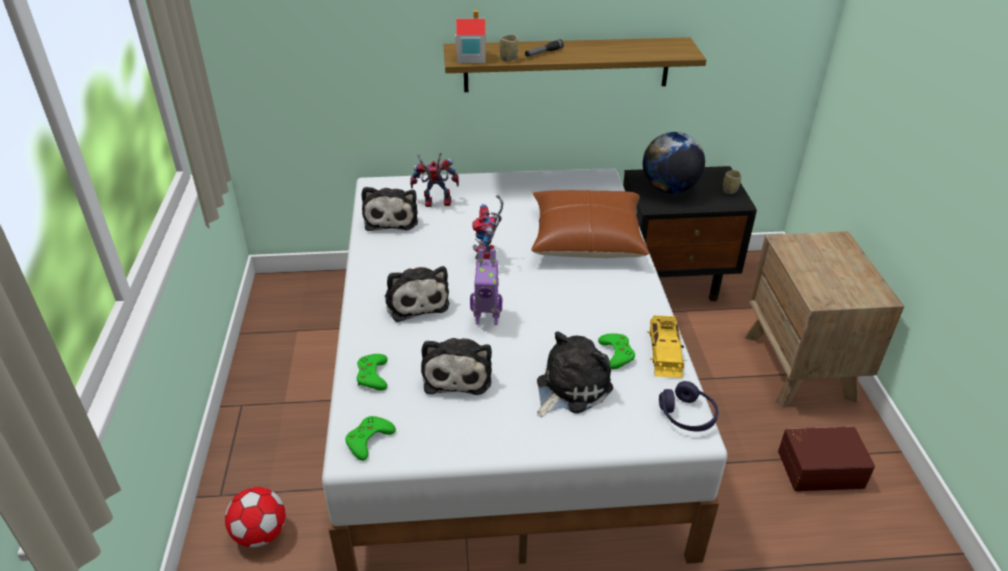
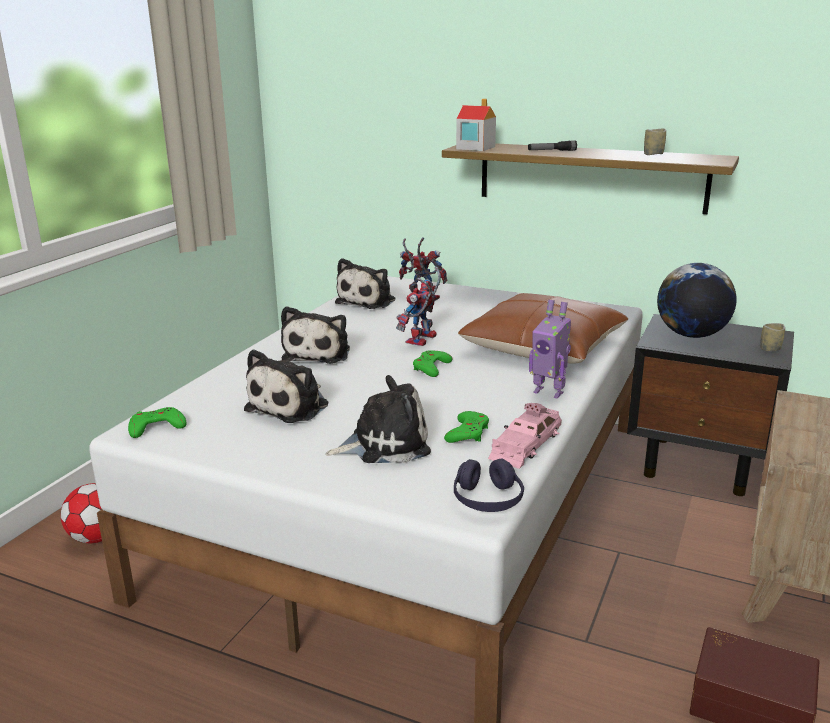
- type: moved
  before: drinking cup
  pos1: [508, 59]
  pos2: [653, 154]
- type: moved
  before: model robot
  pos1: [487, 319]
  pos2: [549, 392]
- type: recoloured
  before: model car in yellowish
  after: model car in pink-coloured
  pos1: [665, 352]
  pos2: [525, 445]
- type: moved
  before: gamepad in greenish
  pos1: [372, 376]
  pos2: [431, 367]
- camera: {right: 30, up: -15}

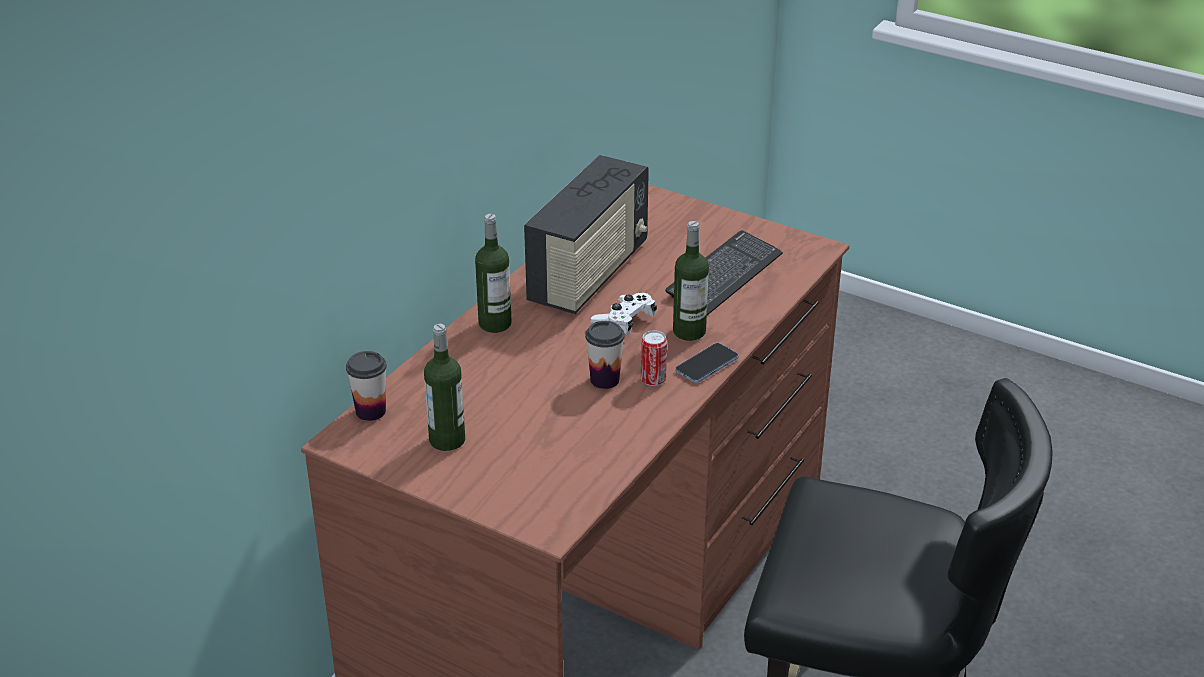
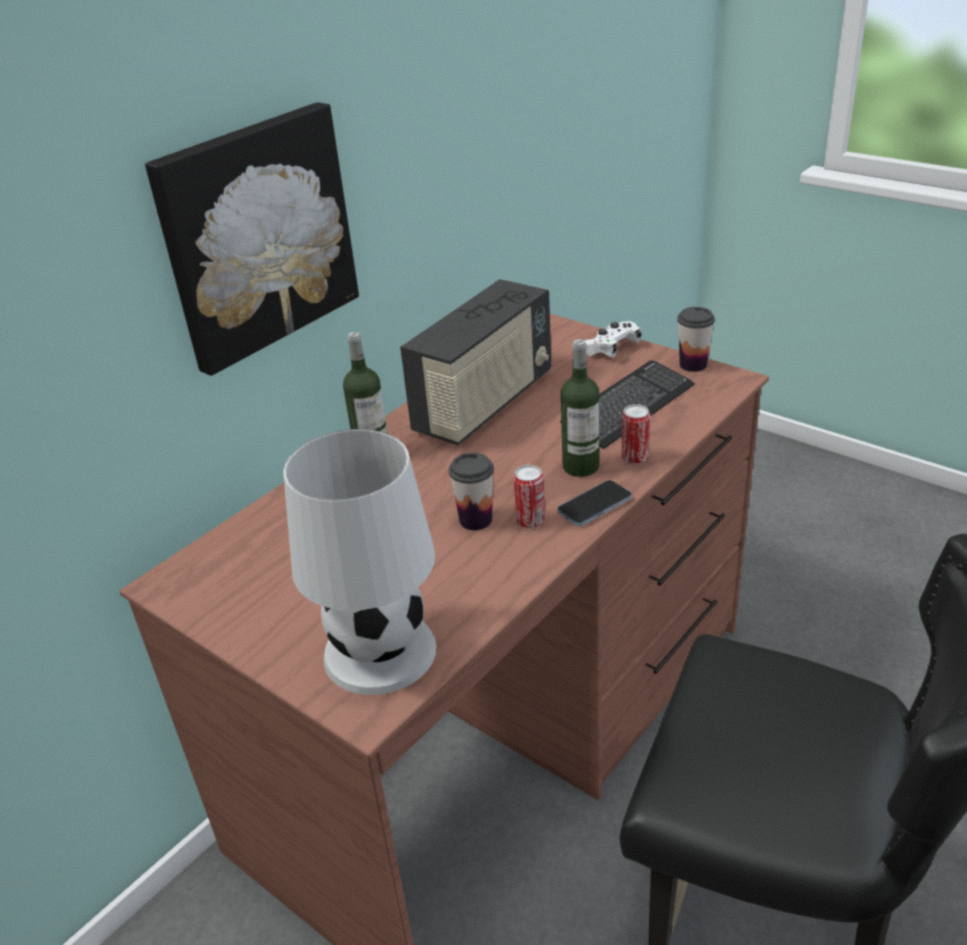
- type: moved
  before: gamepad in white-coloured
  pos1: [624, 322]
  pos2: [610, 349]
- type: removed
  before: drink bottle
  pos1: [447, 440]
- type: moved
  before: drinking cup
  pos1: [370, 411]
  pos2: [693, 365]
- type: added
  after: picture
  pos2: [256, 235]
- type: added
  after: sealed can
  pos2: [635, 458]
- type: added
  after: lamp for a table in white-coloured
  pos2: [381, 652]
- camera: {right: 10, up: 0}

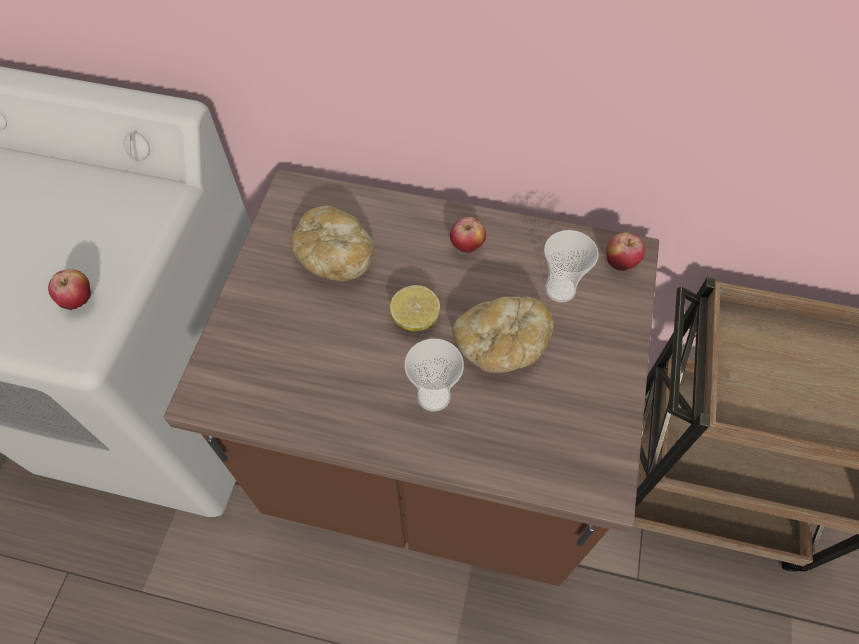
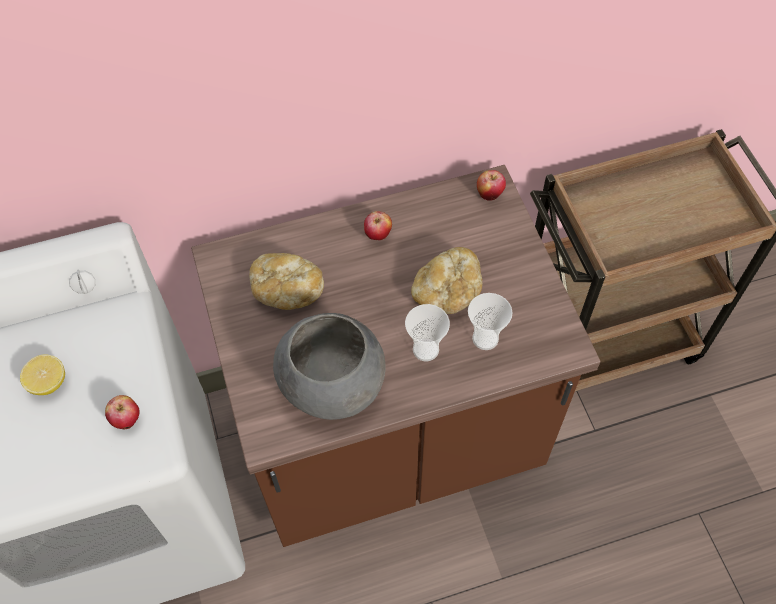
- type: moved
  before: drinking cup
  pos1: [560, 289]
  pos2: [485, 338]
- type: moved
  before: lemon
  pos1: [415, 318]
  pos2: [48, 382]
- type: added
  after: deep dish in grey
  pos2: [332, 387]
- camera: {right: -30, up: 0}

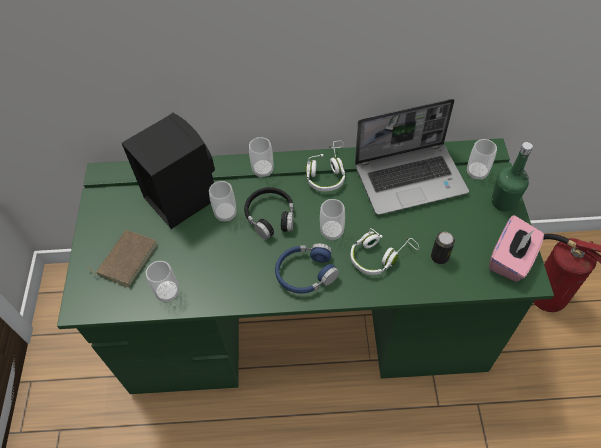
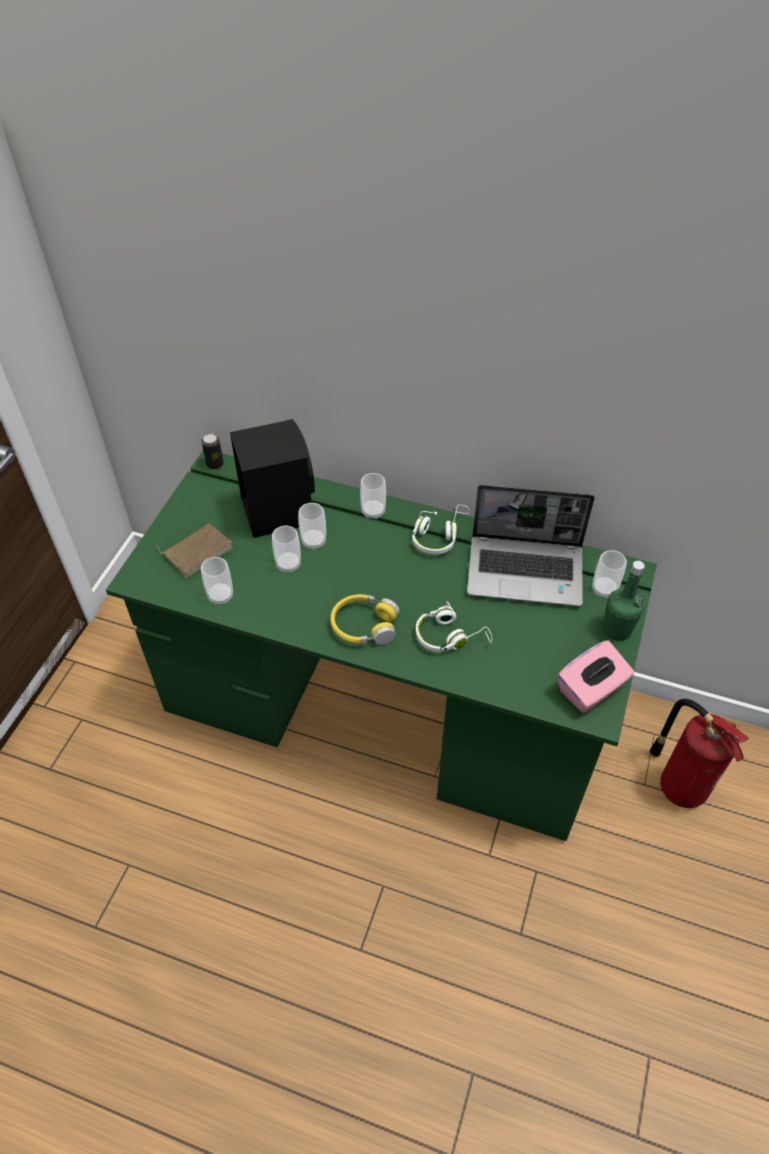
- type: removed
  before: headphones in blackish
  pos1: [270, 217]
- type: moved
  before: drinking cup
  pos1: [332, 232]
  pos2: [288, 564]
- type: moved
  before: sealed can
  pos1: [439, 257]
  pos2: [215, 464]
- type: recoloured
  before: headphones in blue
  after: headphones in yellowish
  pos1: [305, 273]
  pos2: [364, 626]
- camera: {right: 20, up: -5}

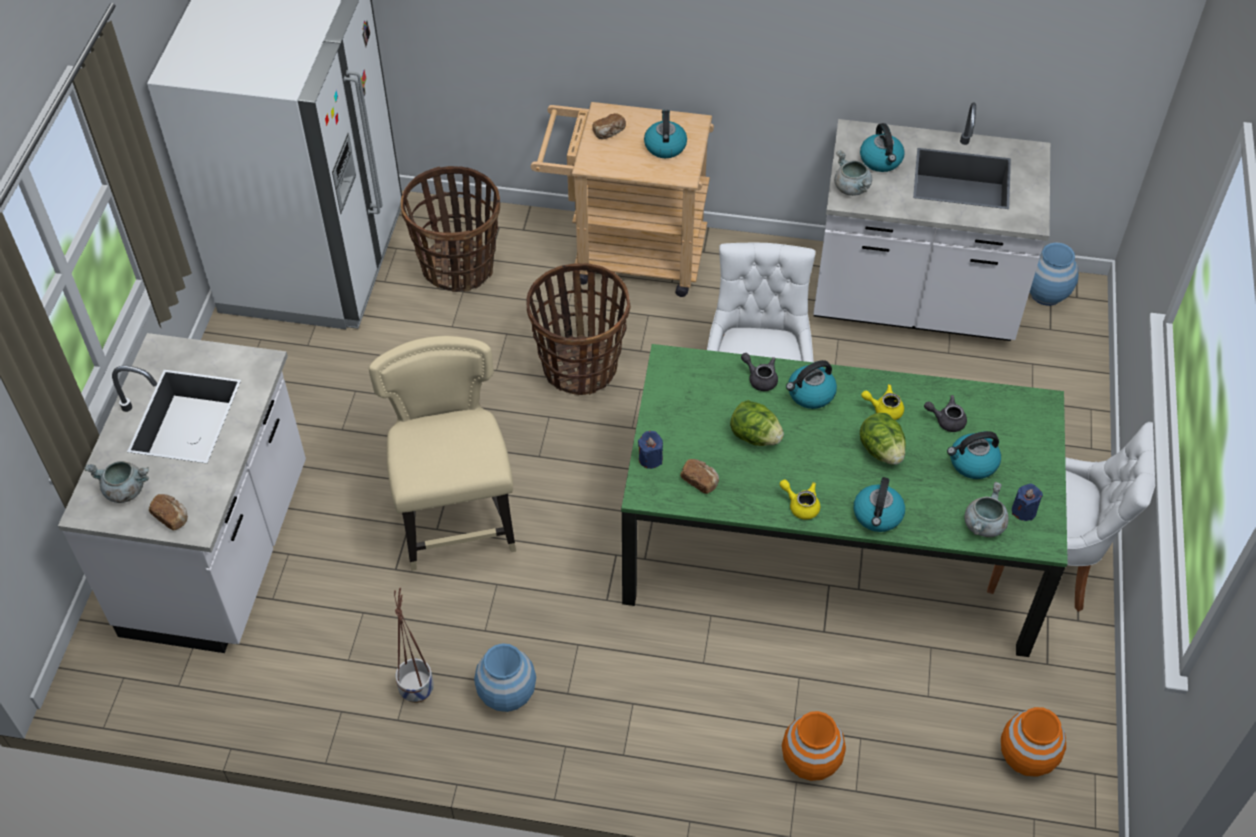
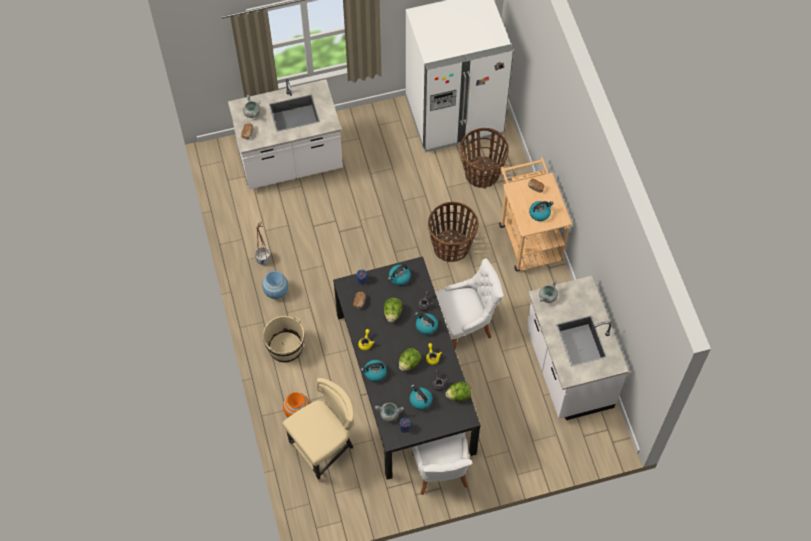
- type: moved
  before: kettle
  pos1: [881, 160]
  pos2: [399, 277]
- type: removed
  before: vase in blue
  pos1: [1046, 293]
- type: moved
  before: upright chair in sand-coloured
  pos1: [456, 518]
  pos2: [324, 448]
- type: recoloured
  before: dinner table in greenish
  after: dinner table in blackish
  pos1: [828, 547]
  pos2: [404, 382]
- type: removed
  before: vase in orange
  pos1: [1026, 757]
- type: added
  after: water bucket in sand-coloured
  pos2: [285, 347]
- type: added
  after: lettuce
  pos2: [458, 395]
- camera: {right: 65, up: 10}

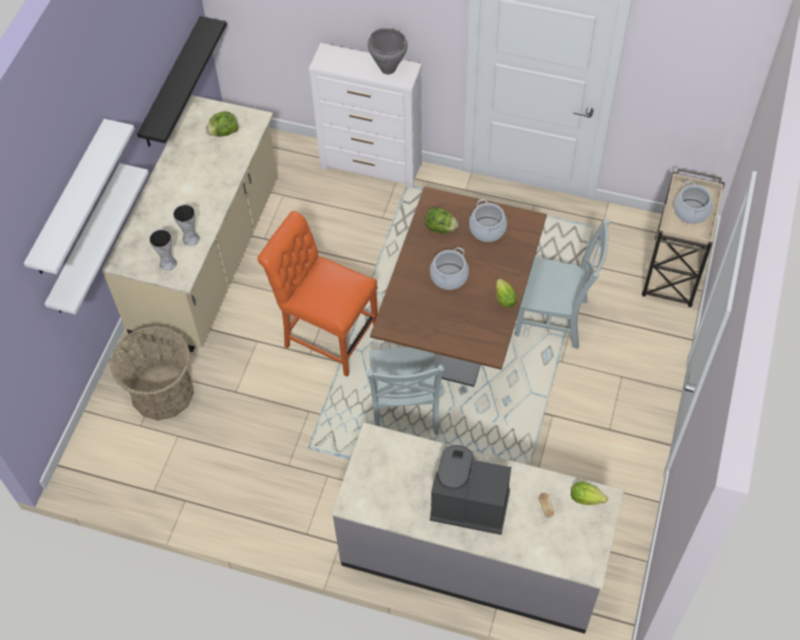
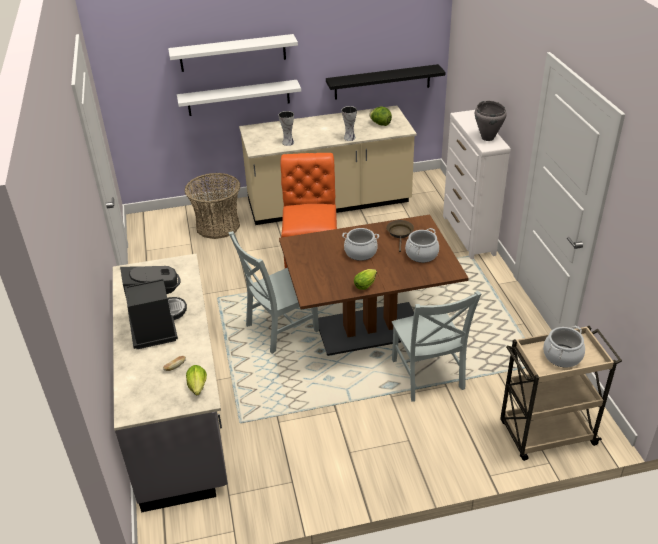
- type: replaced
  before: lettuce
  after: frying pan in brown
  pos1: [440, 228]
  pos2: [400, 234]
- type: moved
  before: vase
  pos1: [167, 263]
  pos2: [349, 137]
- camera: {right: 60, up: -20}

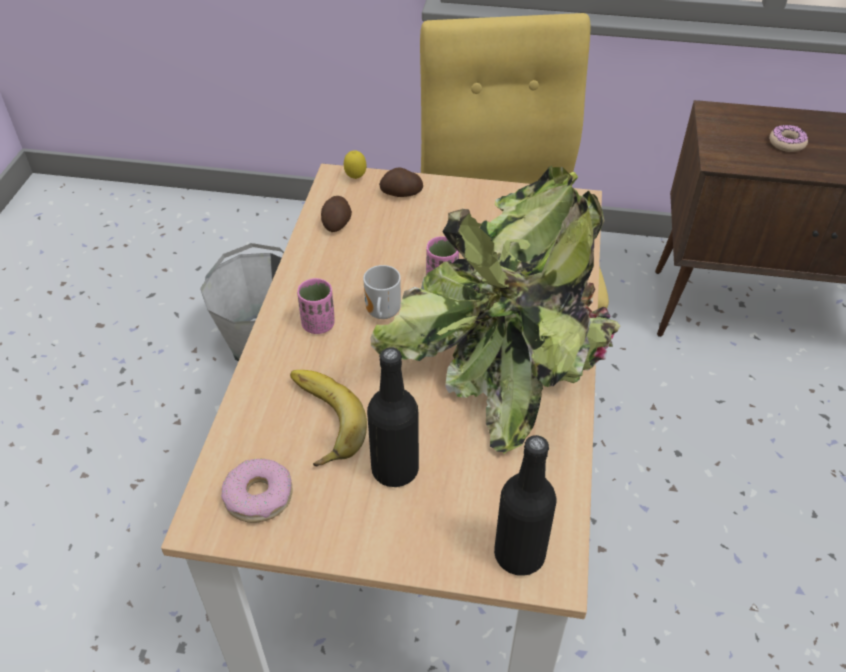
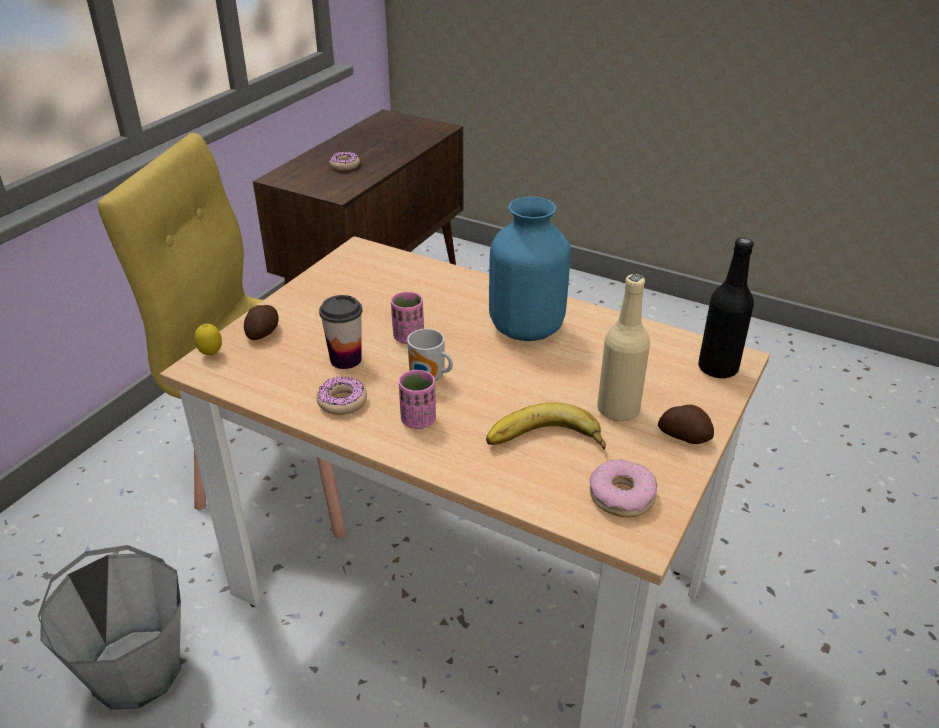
- type: replaced
  before: potted plant
  after: vase in blue
  pos1: [505, 361]
  pos2: [525, 328]
- type: moved
  before: spud
  pos1: [337, 223]
  pos2: [684, 435]
- type: recoloured
  before: drink bottle in blackish
  after: drink bottle in sand-coloured
  pos1: [395, 469]
  pos2: [618, 410]
- type: added
  after: drinking cup
  pos2: [345, 359]
- type: added
  after: doughnut
  pos2: [342, 401]
- camera: {right: -70, up: -10}

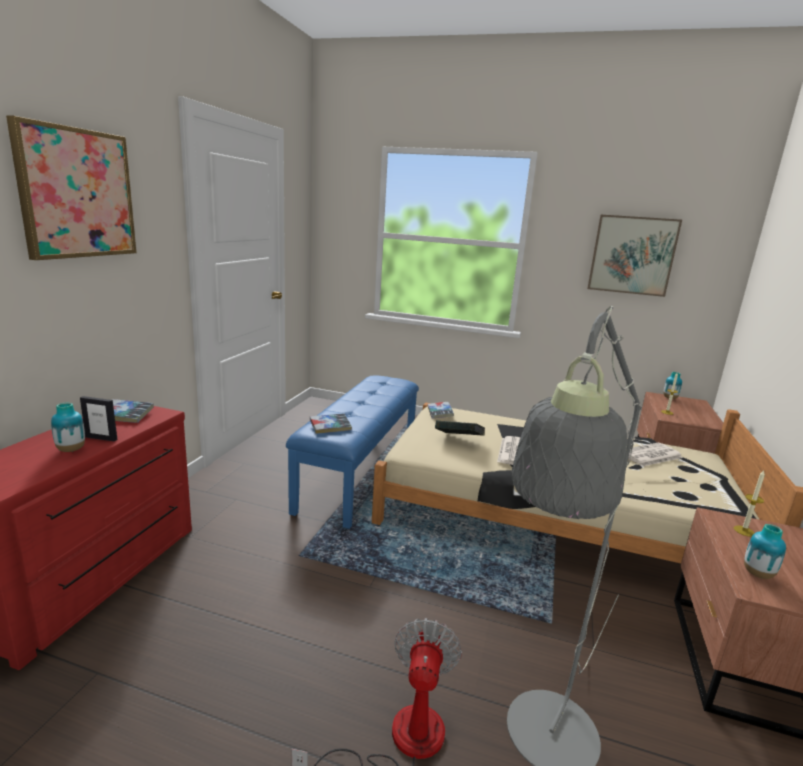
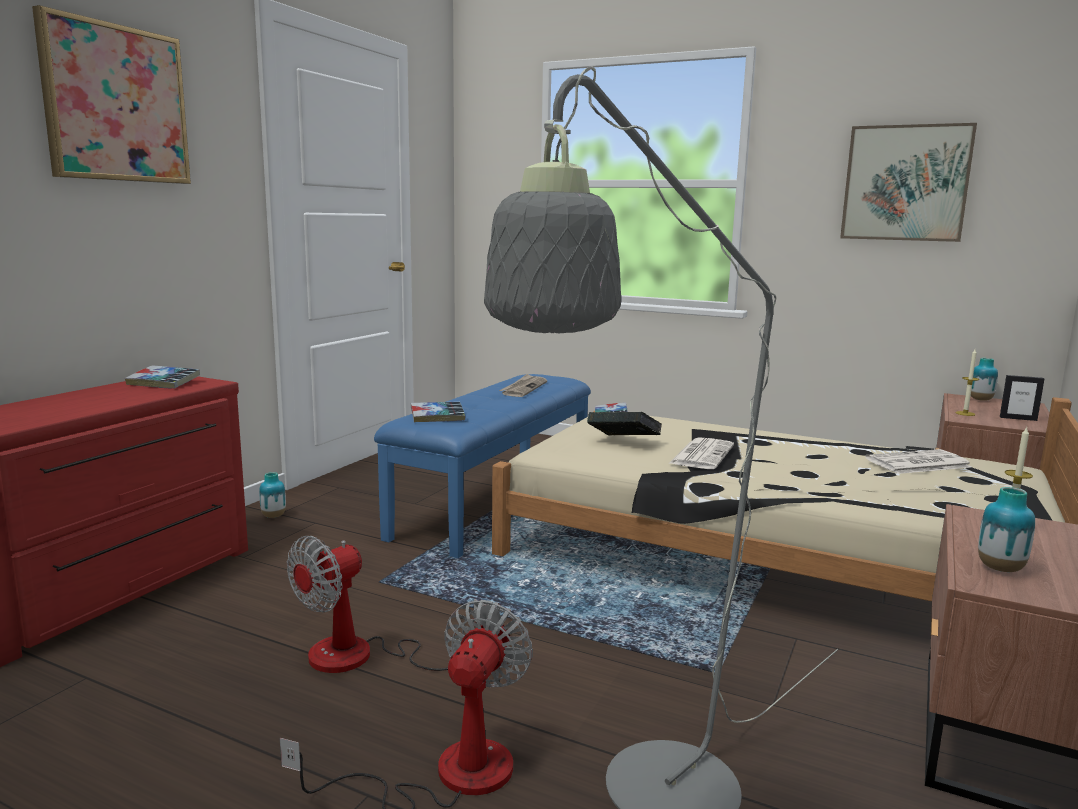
- type: moved
  before: picture frame
  pos1: [101, 438]
  pos2: [1018, 418]
- type: moved
  before: vase
  pos1: [71, 450]
  pos2: [273, 516]
- type: added
  after: daily paper
  pos2: [523, 388]
- type: added
  after: electric fan
  pos2: [363, 657]
- camera: {right: 10, up: -5}

